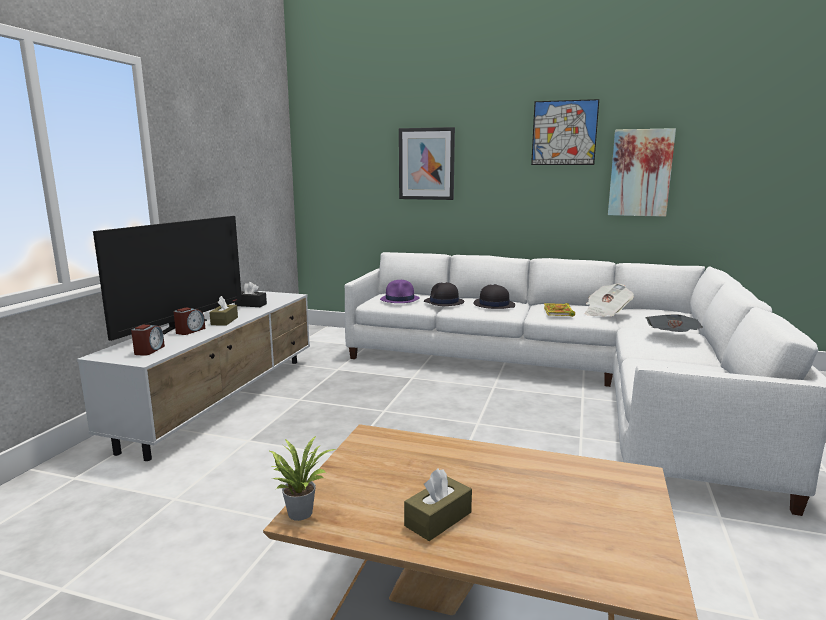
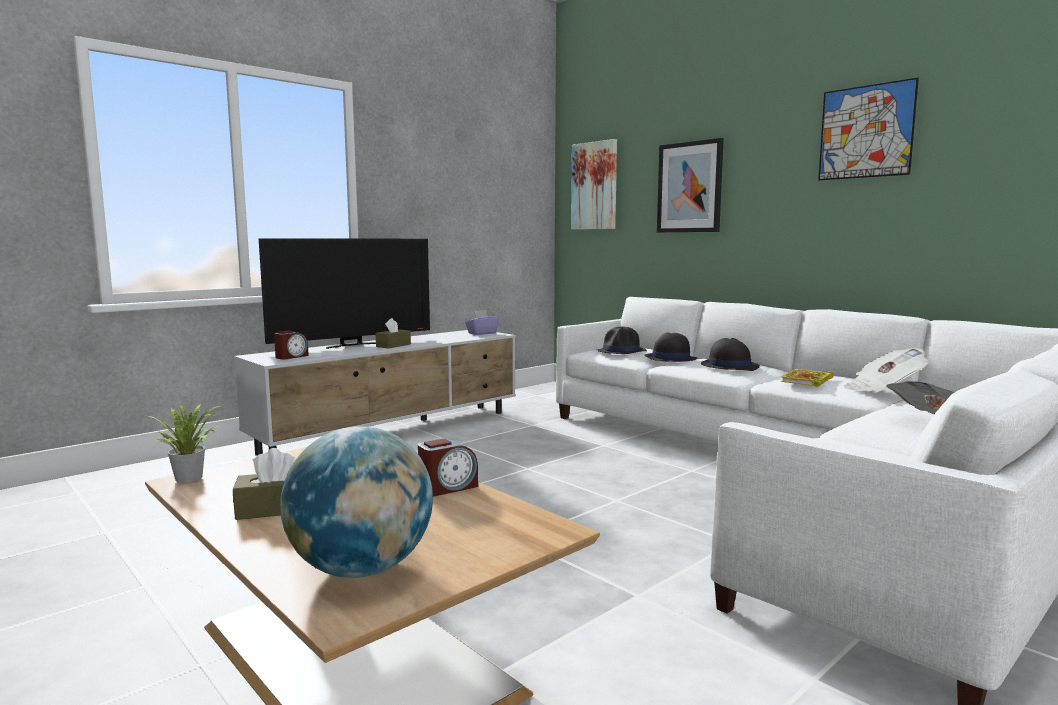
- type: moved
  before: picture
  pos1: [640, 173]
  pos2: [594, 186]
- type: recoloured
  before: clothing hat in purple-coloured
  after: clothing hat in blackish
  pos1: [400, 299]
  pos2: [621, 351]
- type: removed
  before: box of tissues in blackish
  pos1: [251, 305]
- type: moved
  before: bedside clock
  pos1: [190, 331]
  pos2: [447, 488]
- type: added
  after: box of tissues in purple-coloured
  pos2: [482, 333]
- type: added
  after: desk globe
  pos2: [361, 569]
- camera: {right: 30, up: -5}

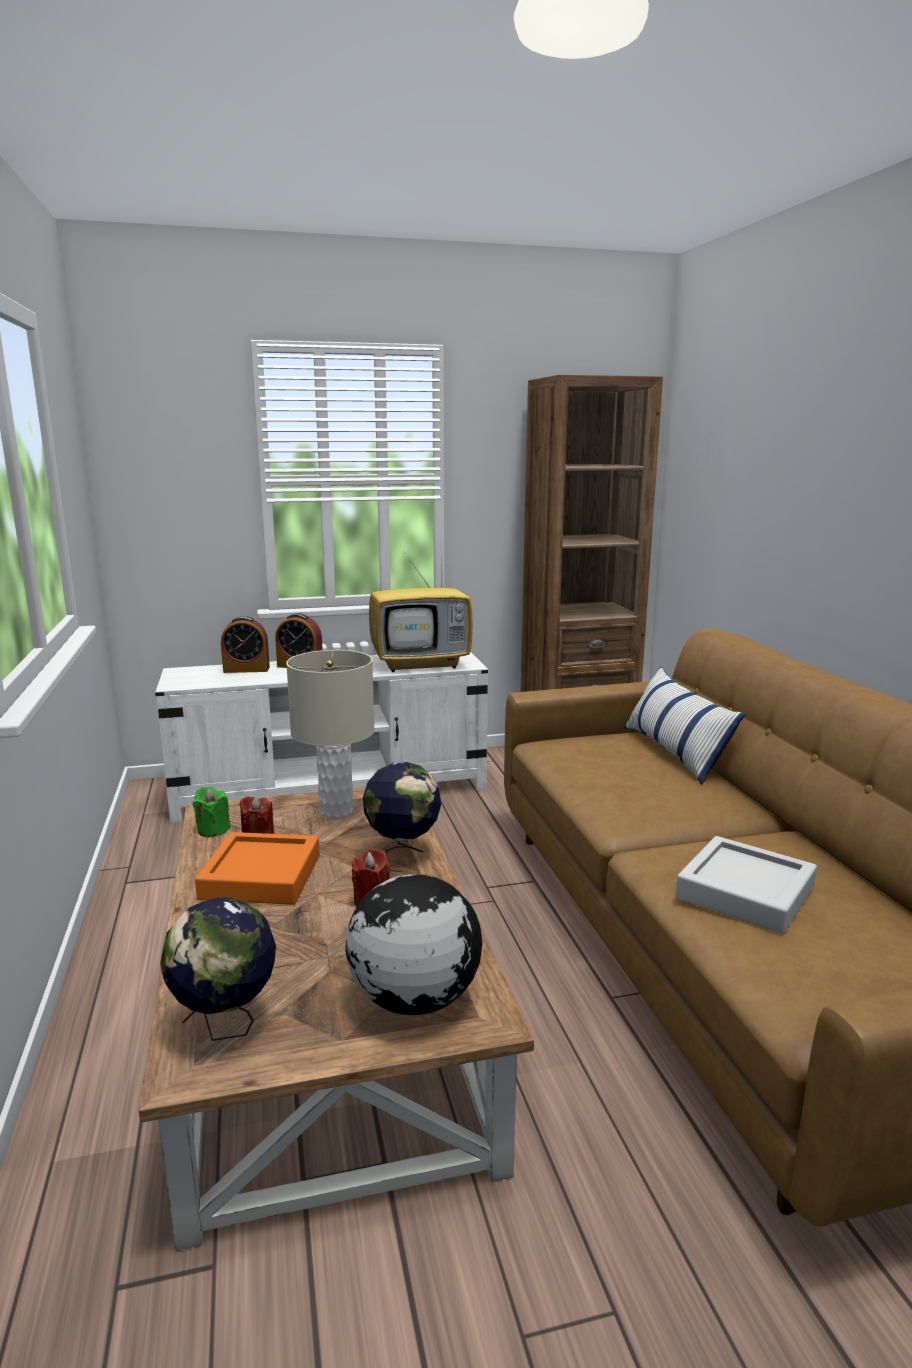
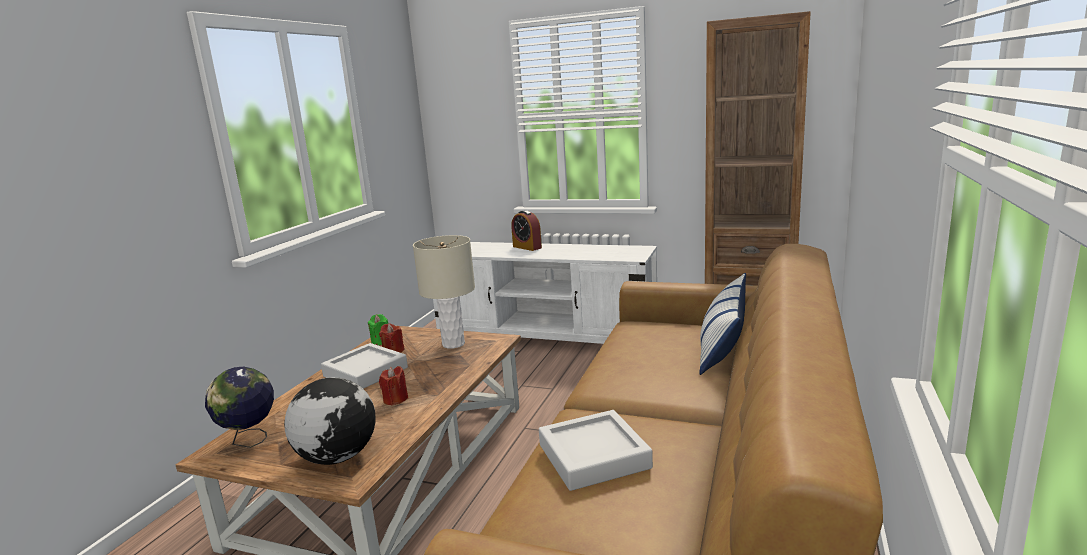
- type: removed
  before: television
  pos1: [422, 664]
- type: removed
  before: bedside clock
  pos1: [246, 669]
- type: removed
  before: desk globe
  pos1: [403, 855]
- type: recoloured
  before: tray in orange
  after: tray in grey
  pos1: [261, 877]
  pos2: [365, 372]
- camera: {right: 35, up: 0}

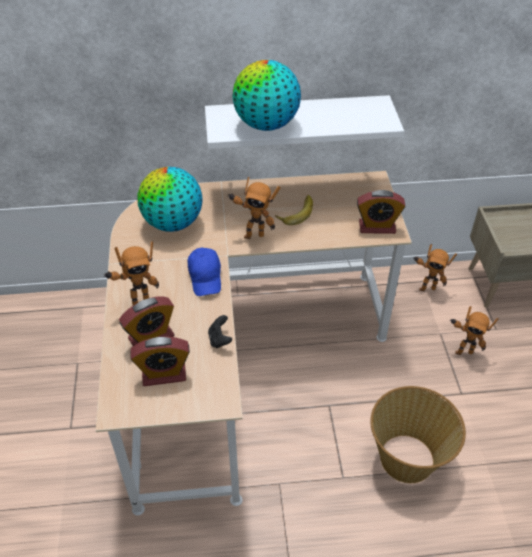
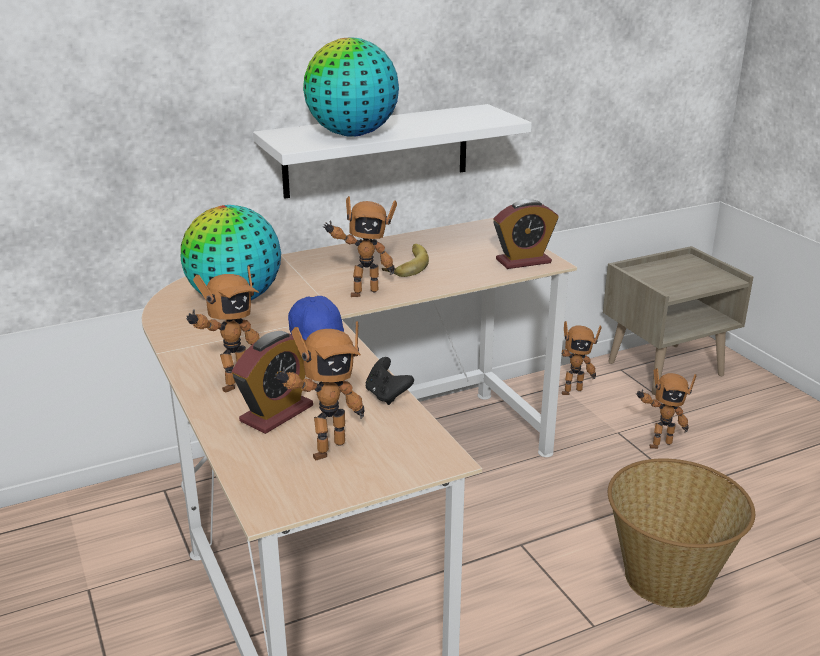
- type: replaced
  before: bedside clock
  after: model robot
  pos1: [164, 374]
  pos2: [324, 448]
- camera: {right: -20, up: -20}

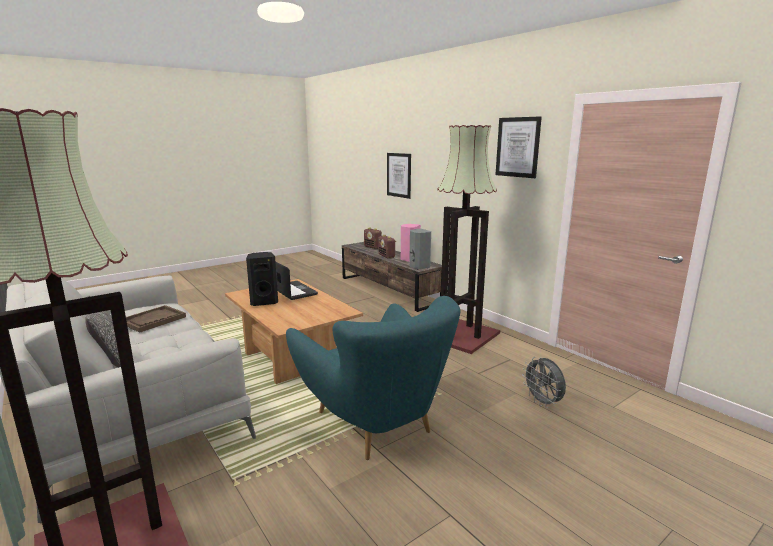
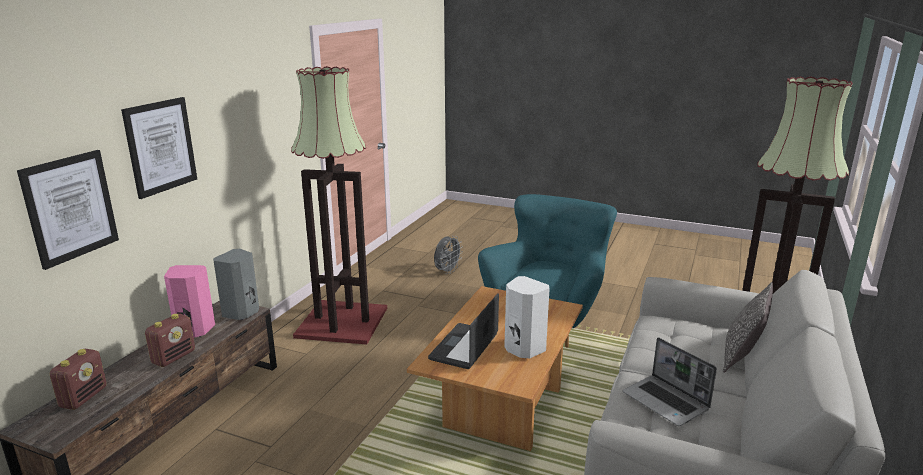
- type: moved
  before: picture
  pos1: [518, 147]
  pos2: [160, 146]
- type: recoloured
  before: audio speaker in blackish
  after: audio speaker in white-coloured
  pos1: [264, 302]
  pos2: [523, 349]
- type: replaced
  before: tray in brown
  after: notebook computer
  pos1: [153, 320]
  pos2: [666, 402]
- camera: {right: -120, up: 5}

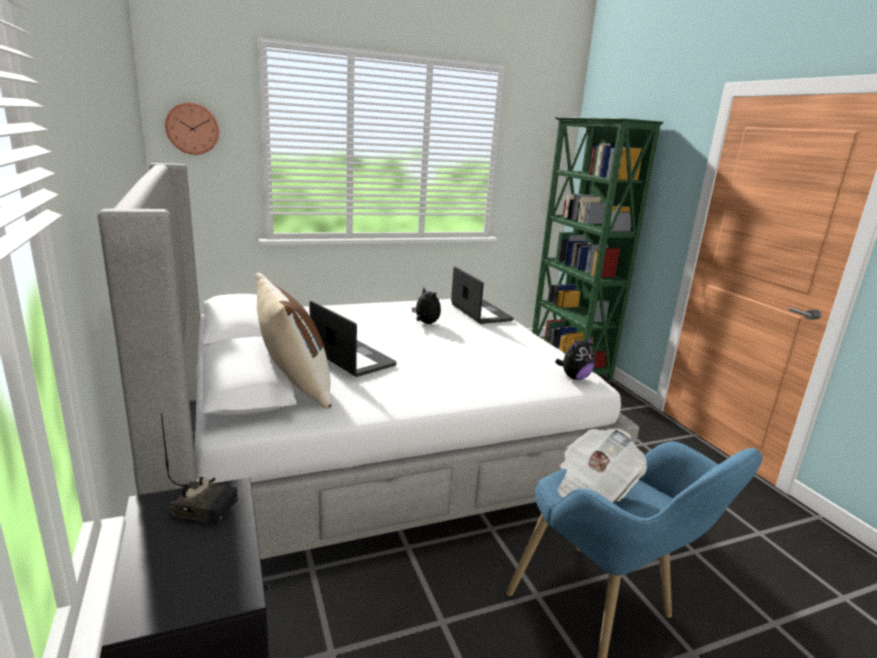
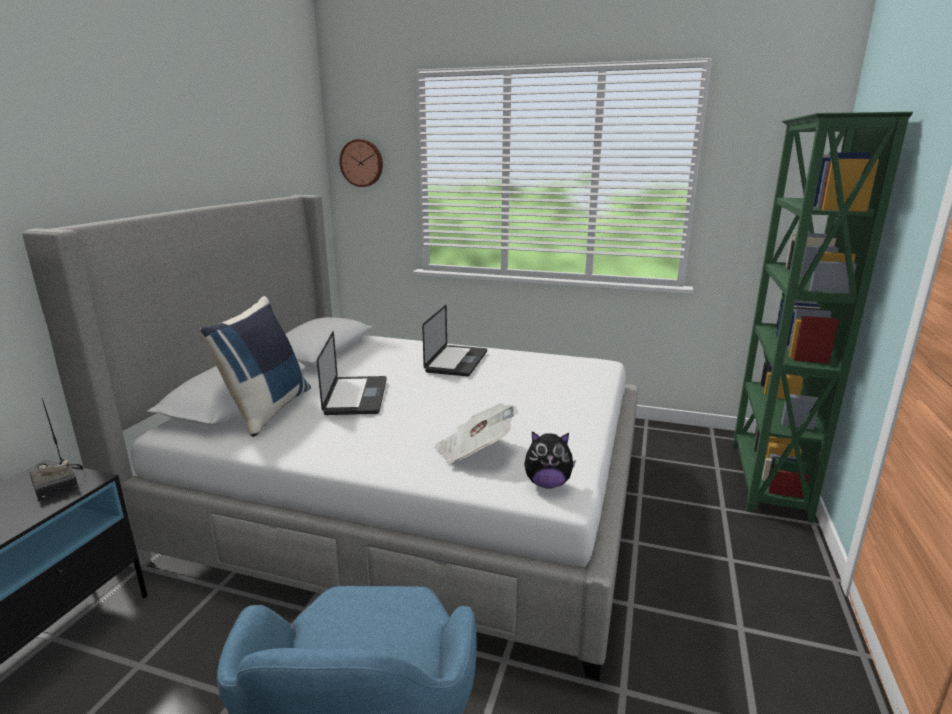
- type: moved
  before: notebook computer
  pos1: [480, 313]
  pos2: [456, 362]
- type: recoloured
  before: pillow in brown
  after: pillow in blue
  pos1: [293, 386]
  pos2: [267, 409]
- type: removed
  before: soft toy
  pos1: [425, 323]
- type: moved
  before: daily paper
  pos1: [594, 486]
  pos2: [474, 451]
- camera: {right: 40, up: 0}

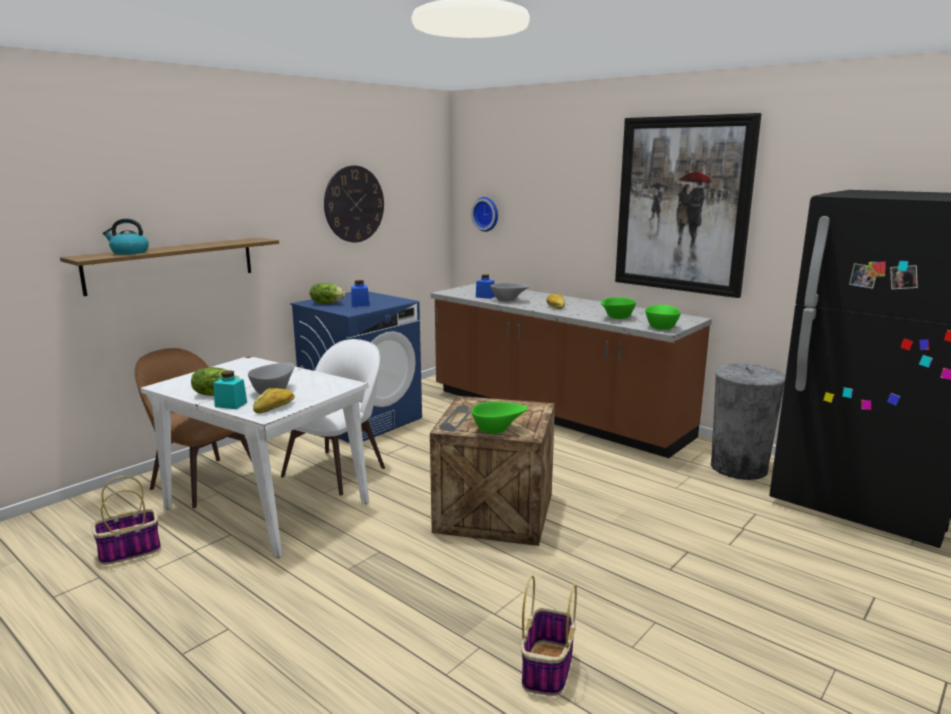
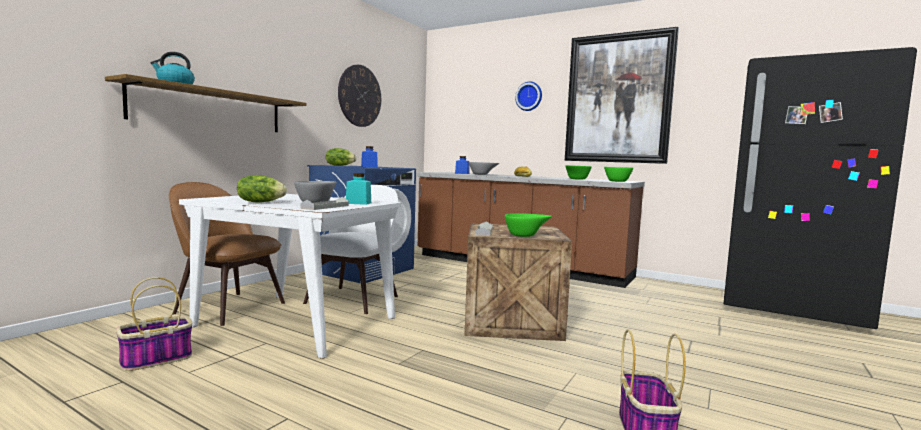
- type: moved
  before: wall clock
  pos1: [486, 214]
  pos2: [529, 96]
- type: removed
  before: waste bin in grey
  pos1: [739, 467]
- type: moved
  before: jar in turquoise
  pos1: [231, 404]
  pos2: [358, 203]
- type: replaced
  before: bakery bread
  after: tray in grey
  pos1: [275, 407]
  pos2: [325, 207]
- camera: {right: -10, up: -10}

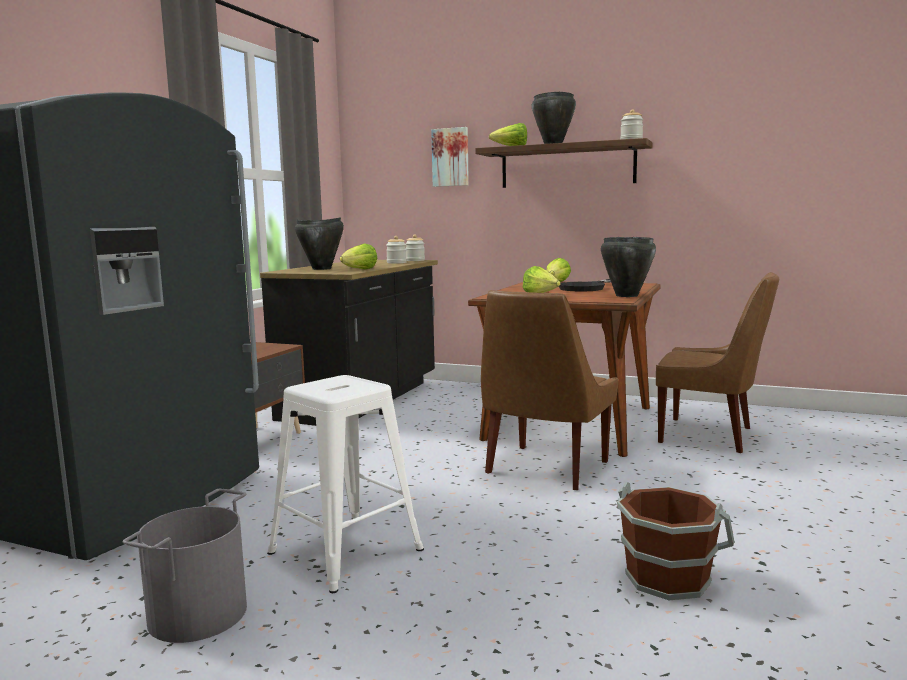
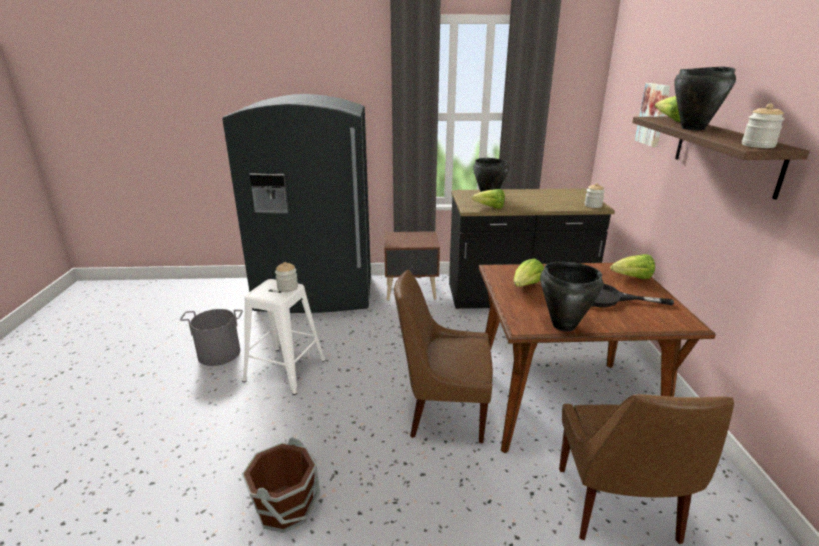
- type: moved
  before: jar
  pos1: [396, 263]
  pos2: [287, 287]
- camera: {right: 65, up: 15}

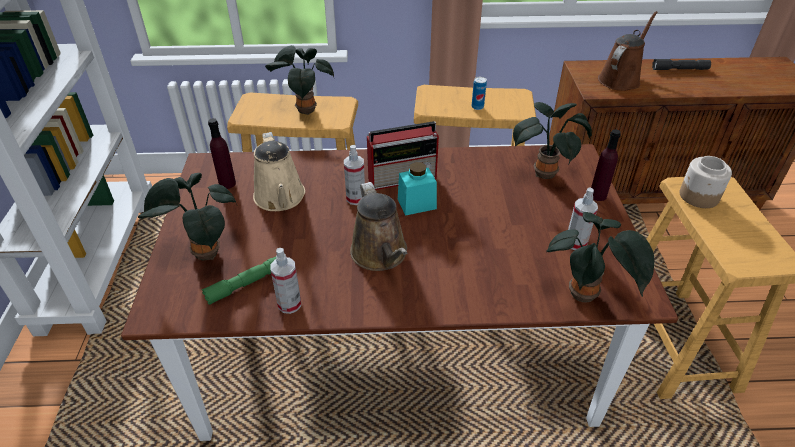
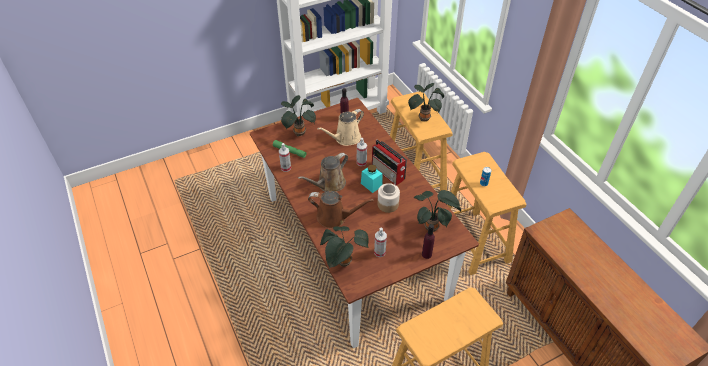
- type: moved
  before: sprinkling can in brown
  pos1: [620, 79]
  pos2: [334, 217]
- type: removed
  before: torch in grey
  pos1: [679, 69]
- type: moved
  before: jar
  pos1: [698, 196]
  pos2: [387, 204]
- camera: {right: 65, up: 5}

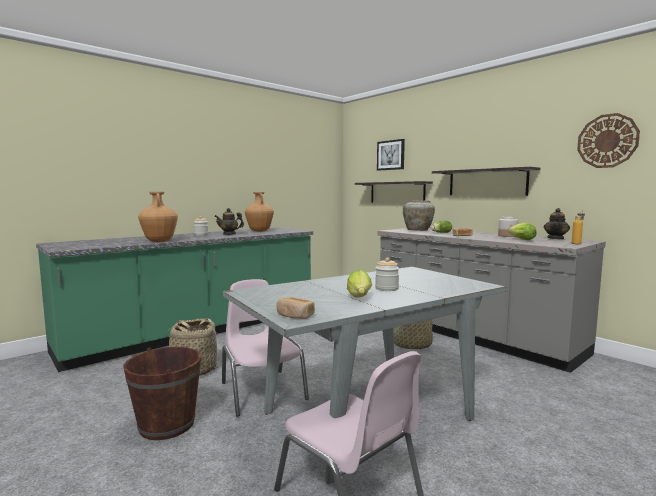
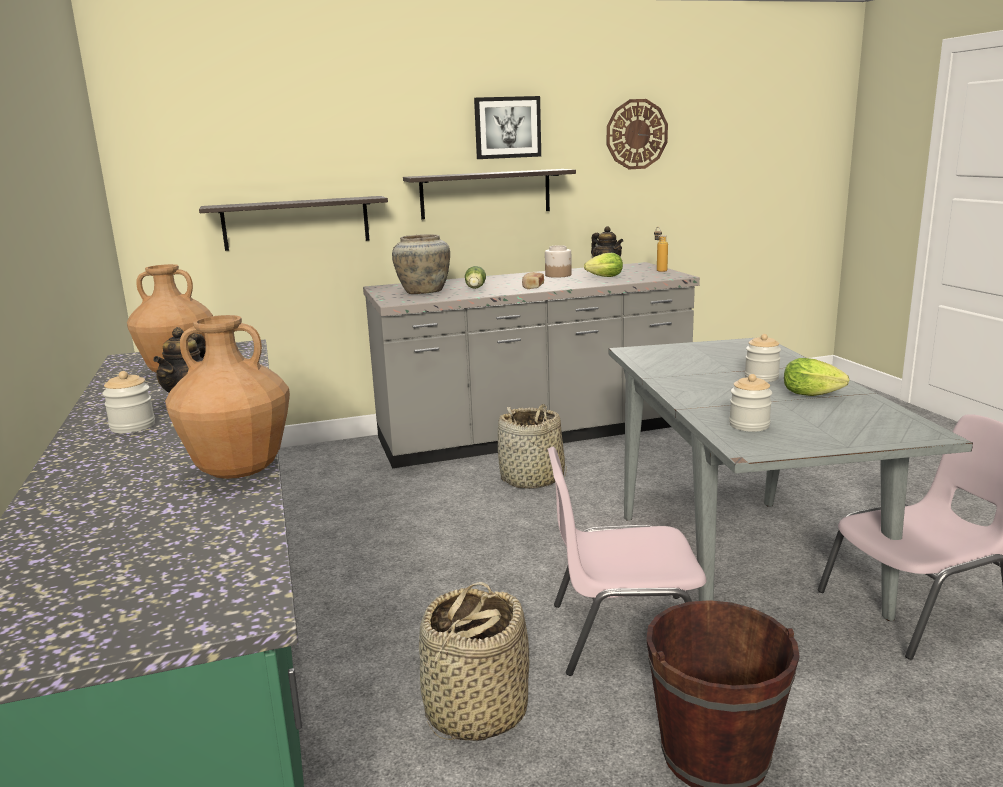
- type: moved
  before: picture
  pos1: [391, 155]
  pos2: [507, 127]
- type: removed
  before: bakery bread
  pos1: [295, 316]
- type: added
  after: jar
  pos2: [749, 425]
- camera: {right: -65, up: 10}

